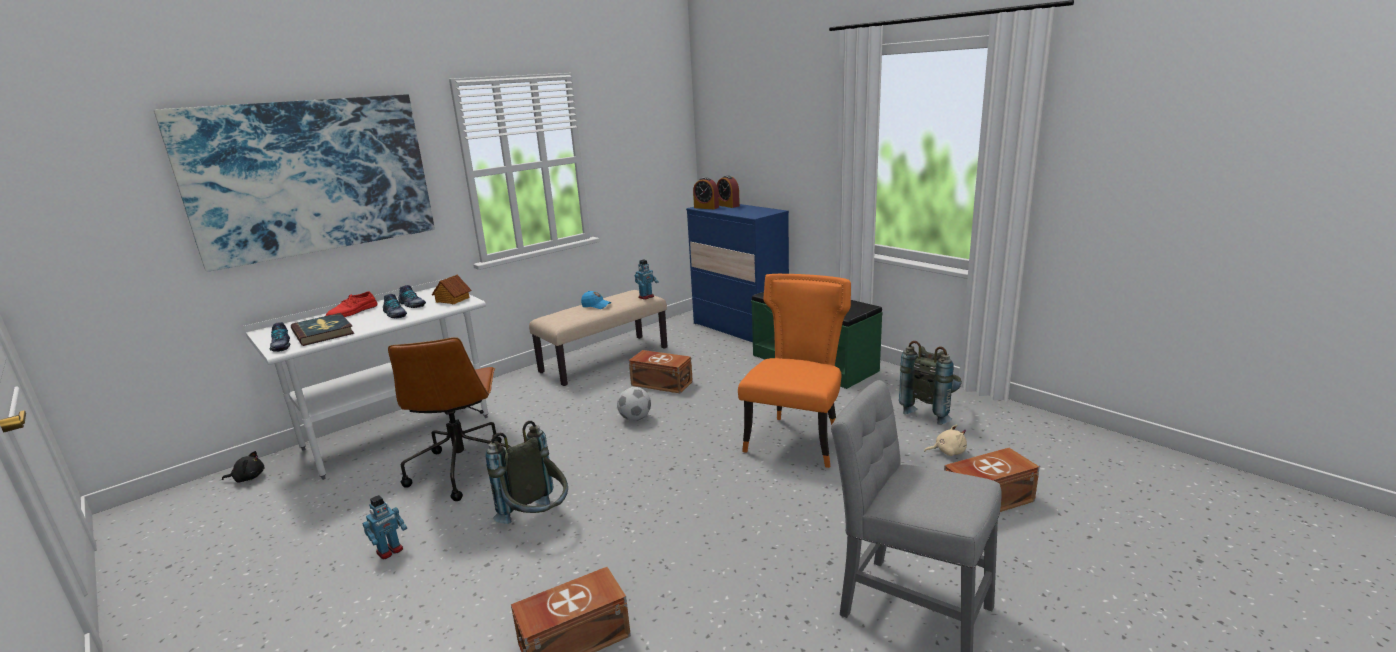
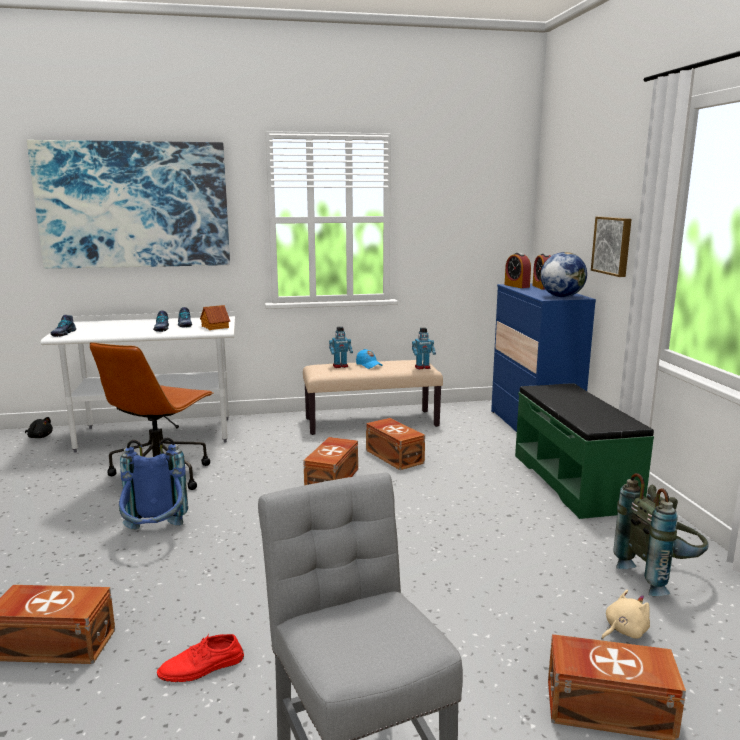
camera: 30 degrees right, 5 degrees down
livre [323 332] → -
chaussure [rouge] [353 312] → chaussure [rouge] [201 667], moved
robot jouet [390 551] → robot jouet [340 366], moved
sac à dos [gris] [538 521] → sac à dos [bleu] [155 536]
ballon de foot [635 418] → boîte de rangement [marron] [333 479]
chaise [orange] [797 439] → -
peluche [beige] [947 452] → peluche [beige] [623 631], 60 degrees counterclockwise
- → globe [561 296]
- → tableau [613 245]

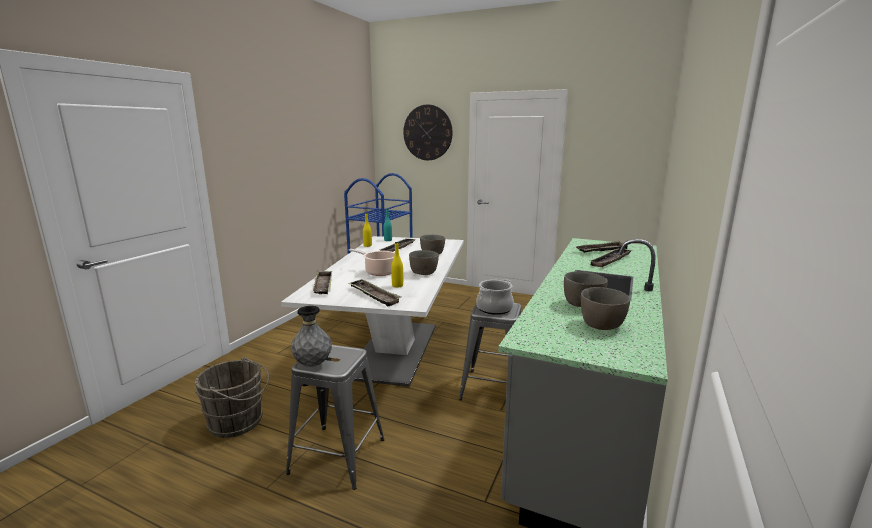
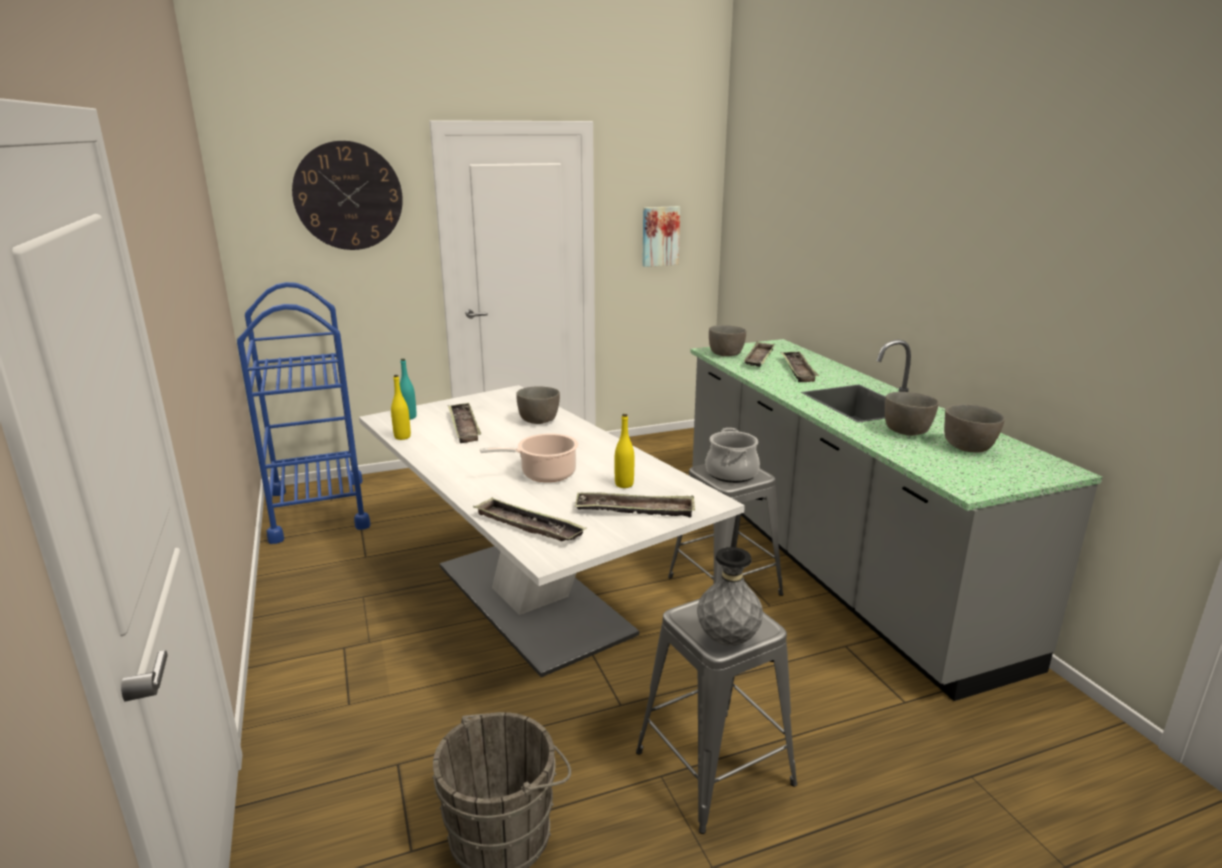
camera: 45 degrees left, 5 degrees up
bol [gris] [424 273] → bol [gris] [726 354], moved
- → tableau [660 236]

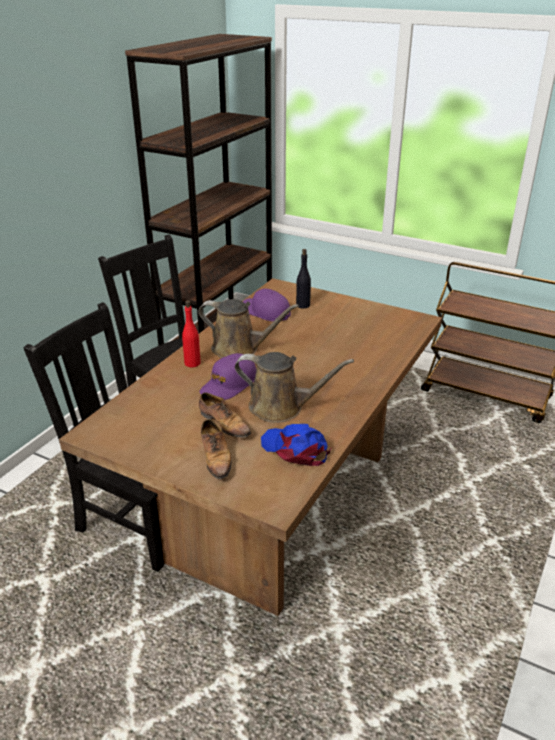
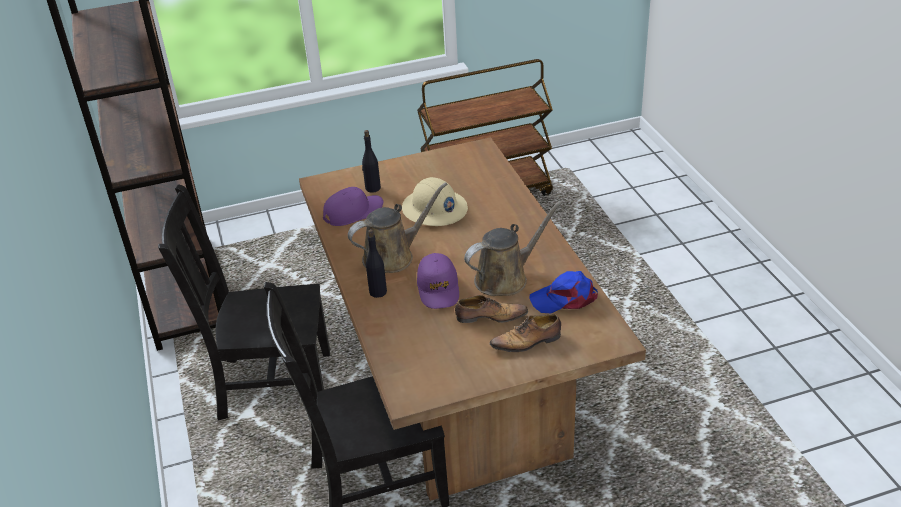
camera: 45 degrees left, 5 degrees up
bouteille [rouge] [192 363] → bouteille [noir] [378 292]
chaussure [216 457] → chaussure [527 342], 135 degrees clockwise
casquette [violet] [266 312] → casquette [violet] [353 212], 150 degrees clockwise
- → casque de chantier [beige] [434 209]

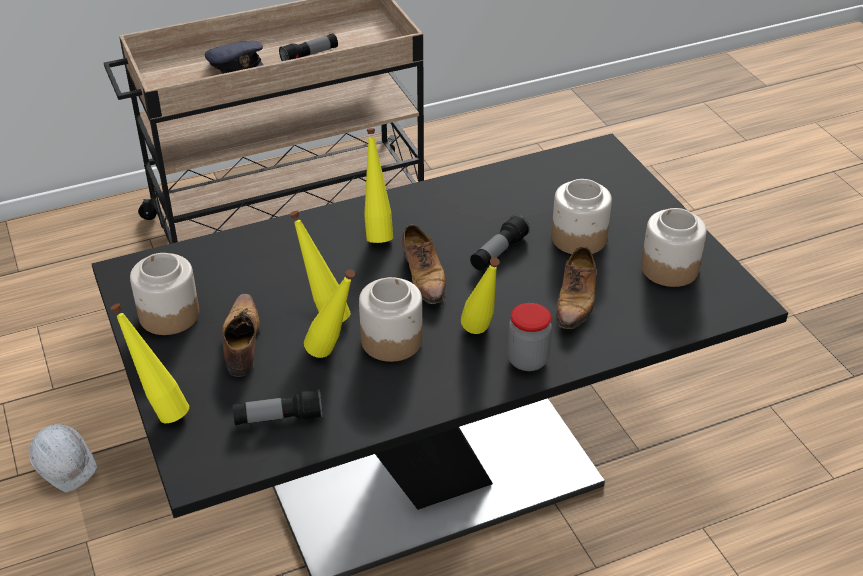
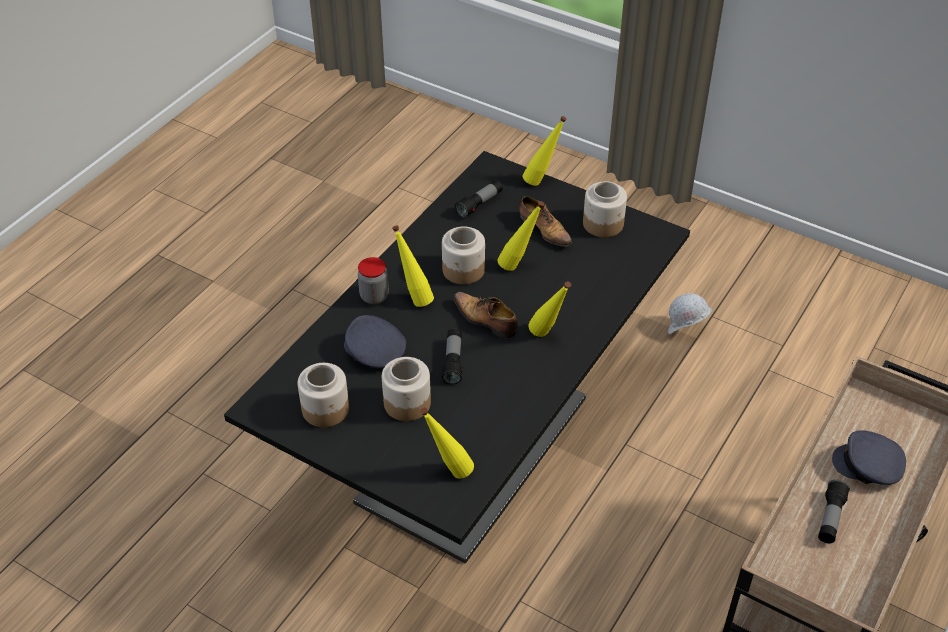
camera: 145 degrees right, 5 degrees up
bouteille [jaune] [333 355] → bouteille [jaune] [448 471], moved
chaussure [576 300] → casquette [gris] [373 351]

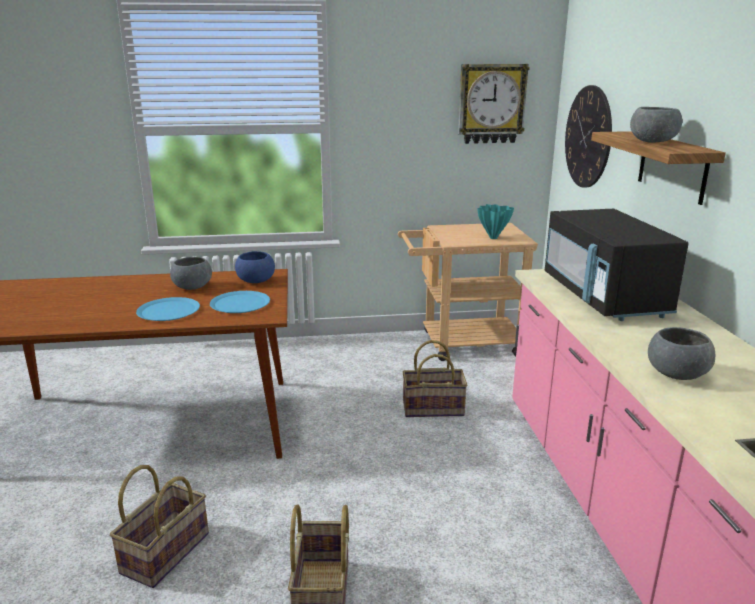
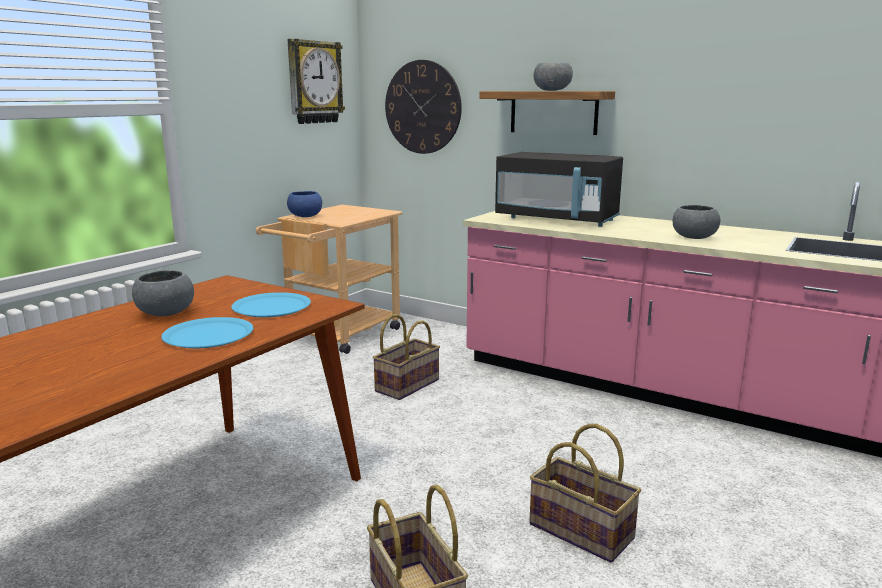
camera: 50 degrees left, 5 degrees down
bol [bleu] [255 281] → bol [bleu] [305 216], moved
vase [turquoise] [492 238] → -

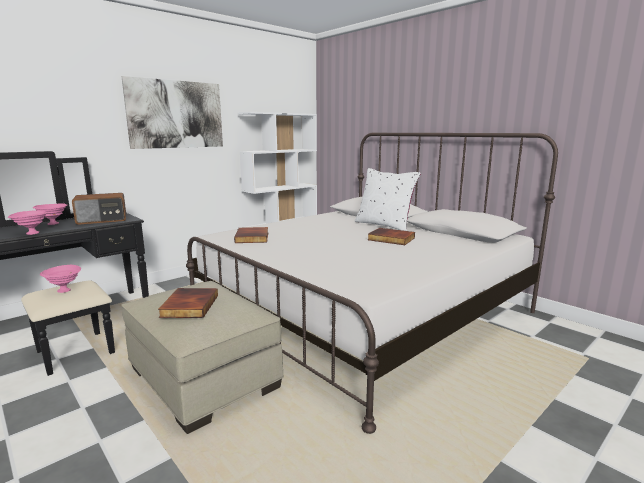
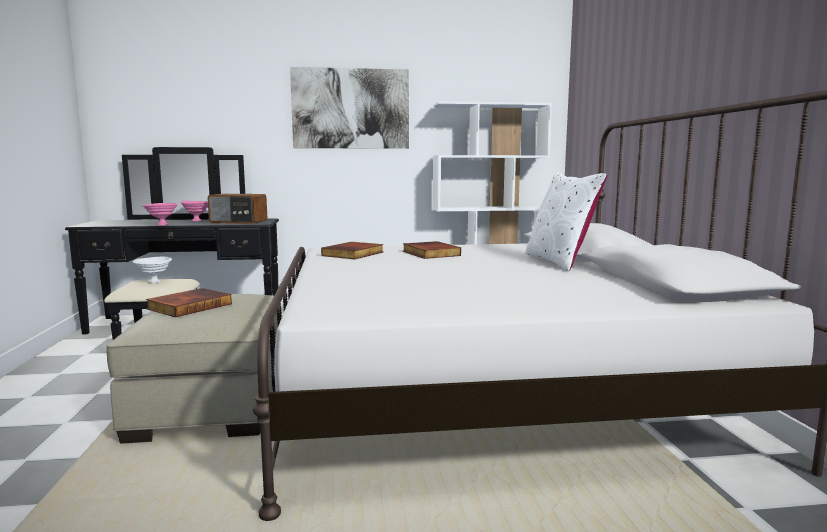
camera: 35 degrees right, 5 degrees down
bol [rose] [65 291] → bol [blanc] [155 282]
livre [390 239] → livre [430 253], moved

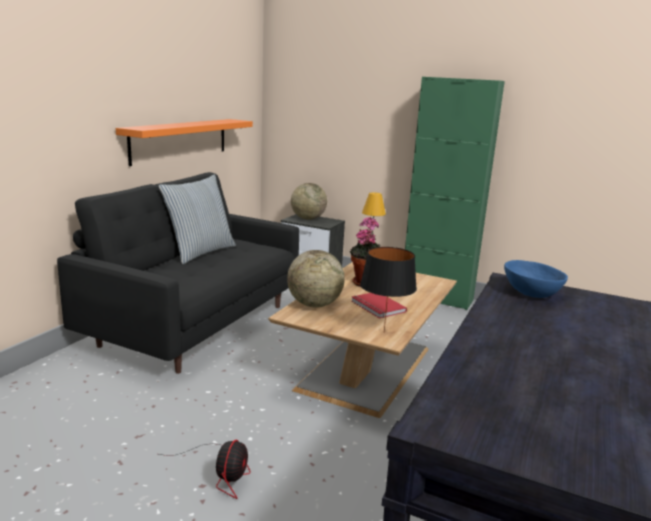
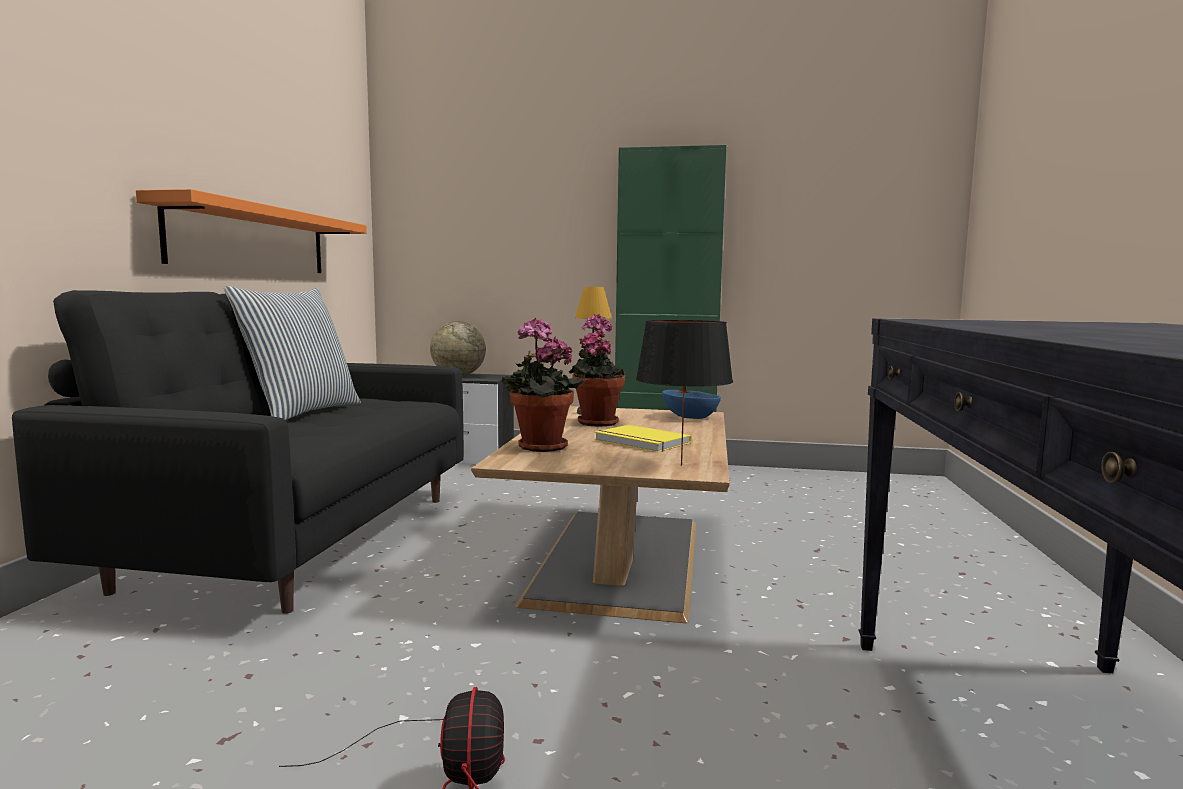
camera: 15 degrees left, 10 degrees down
globe [314 305] → plante en pot [539 448]
livre [rouge] [377 307] → livre [jaune] [641 442]
bol [bleu] [531 293] → bol [bleu] [690 417], moved

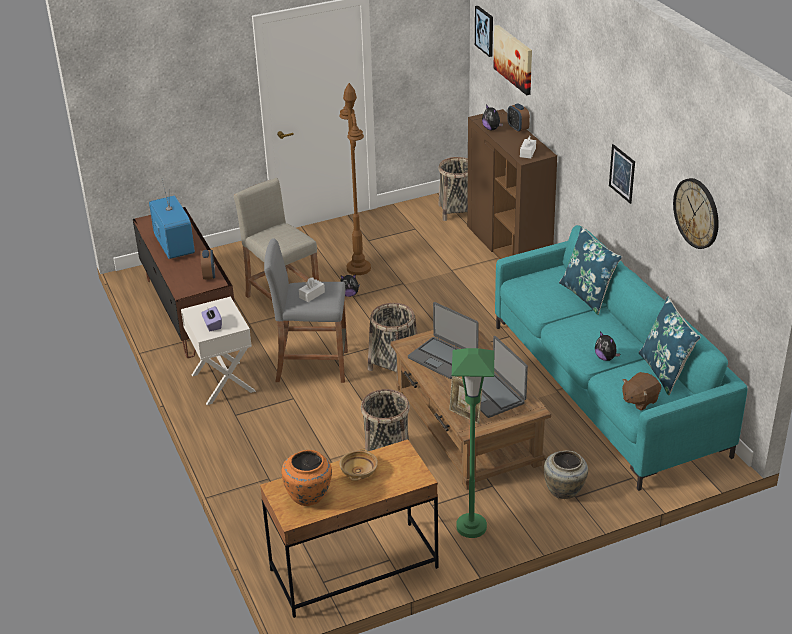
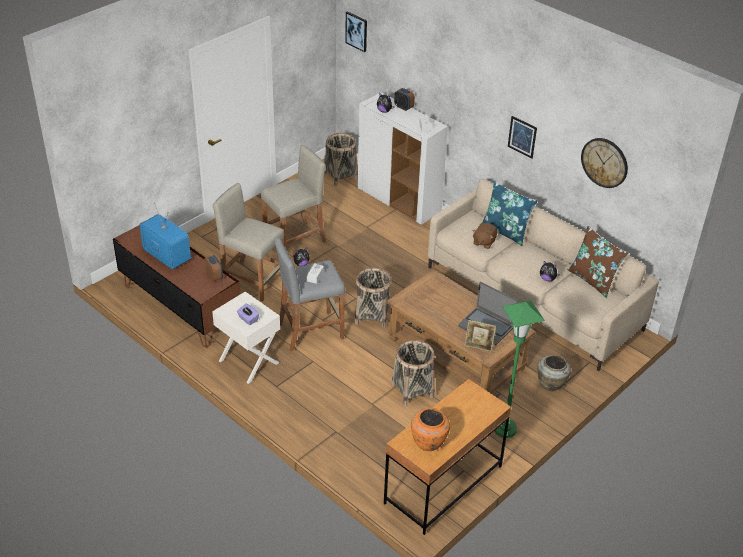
camera: 25 degrees left, 5 degrees up
lampadaire [marron] [359 268] → tabouret [beige] [295 240]
bol [beige] [359 472] → -
ordinateur portable [443 358] → -
meuble de rangement [marron] [509 250] → meuble de rangement [blanc] [399 201]
tableau [514 59] → -
canapé [turquoise] [606 388] → canapé [beige] [532 298]
peluche [marron] [639 400] → peluche [marron] [484 242], moved
coussin [bleu] [665 371] → coussin [marron] [593 280]

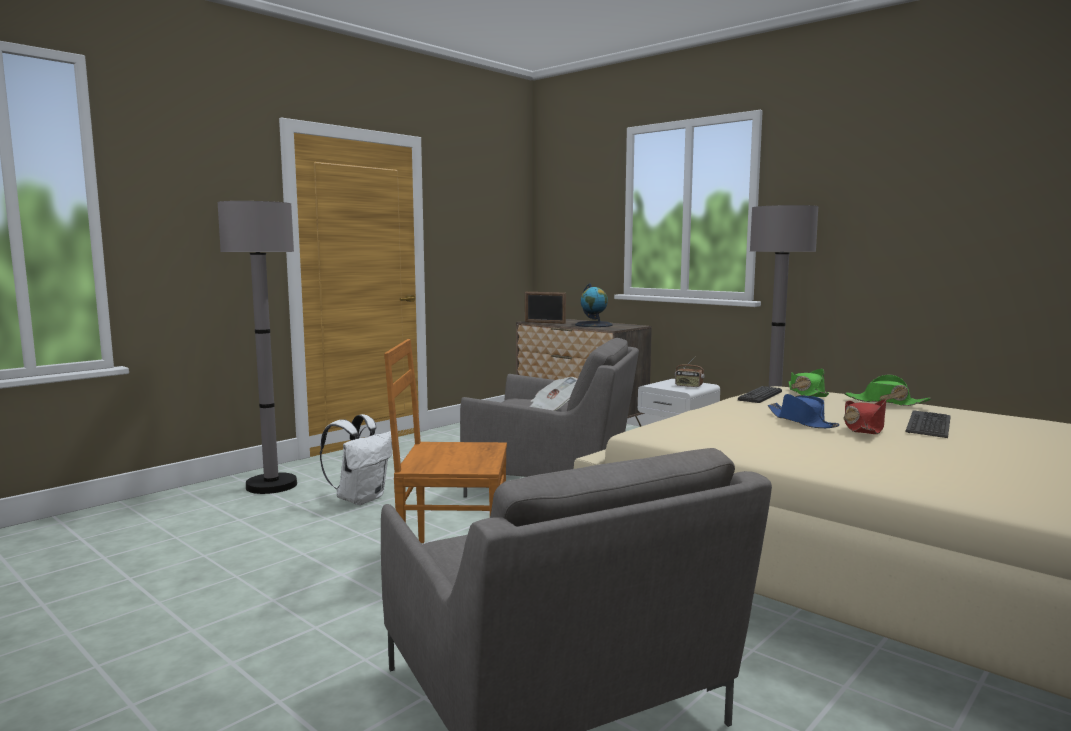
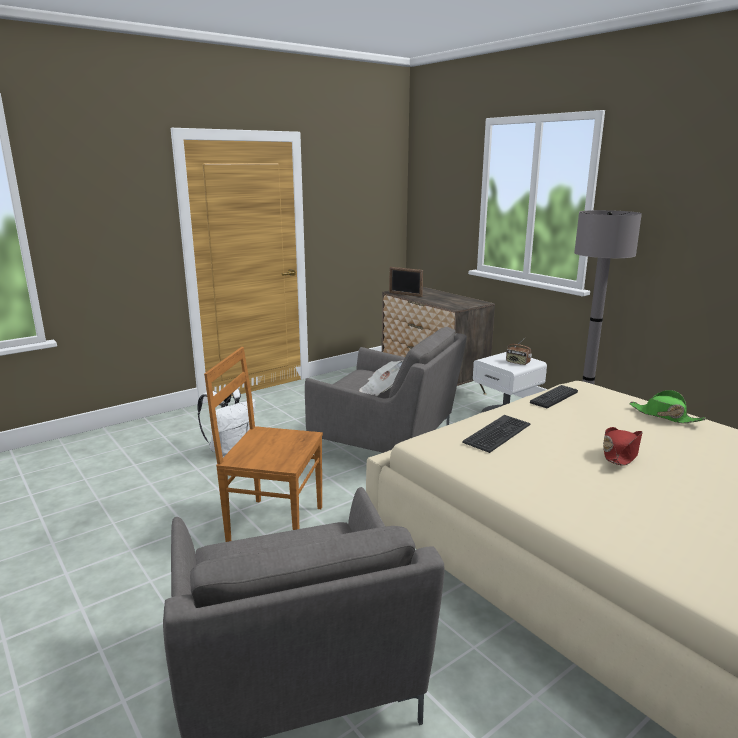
camera: 10 degrees right, 10 degrees up
lampadaire [gris] [271 485] → -
globe [594 325] → -
chapeau [bleu] [802 421] → -
chapeau [vert] [806 393] → -
clavier [930 425] → clavier [498 434], moved

